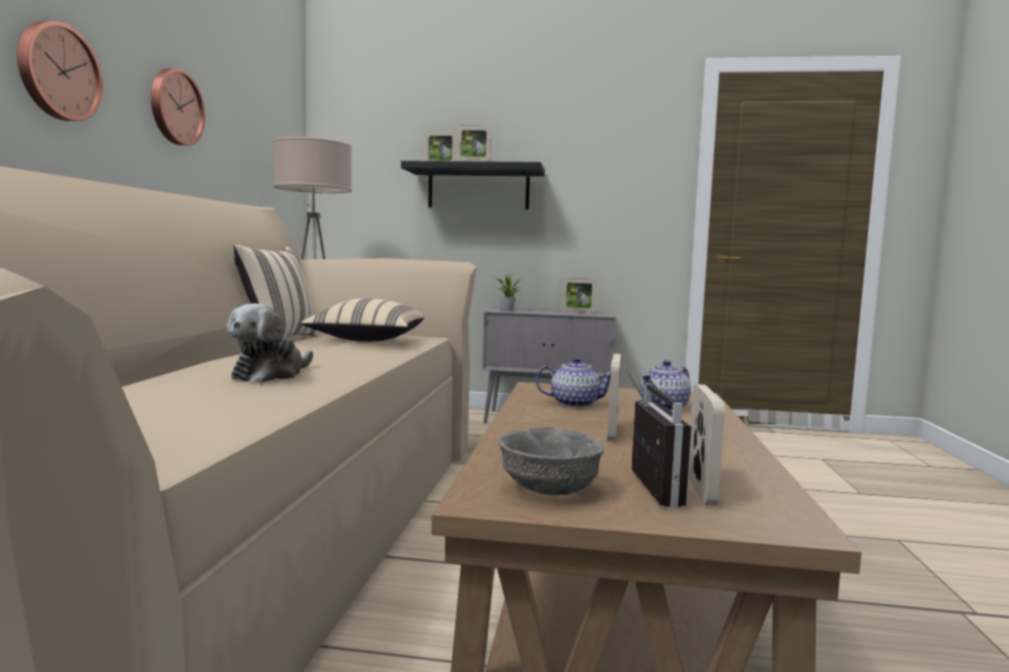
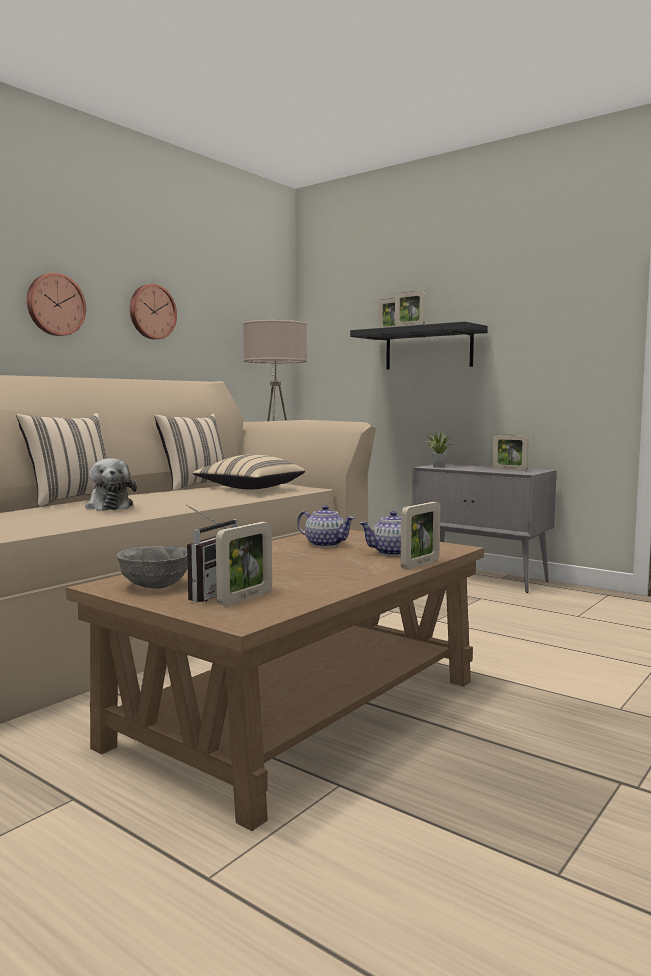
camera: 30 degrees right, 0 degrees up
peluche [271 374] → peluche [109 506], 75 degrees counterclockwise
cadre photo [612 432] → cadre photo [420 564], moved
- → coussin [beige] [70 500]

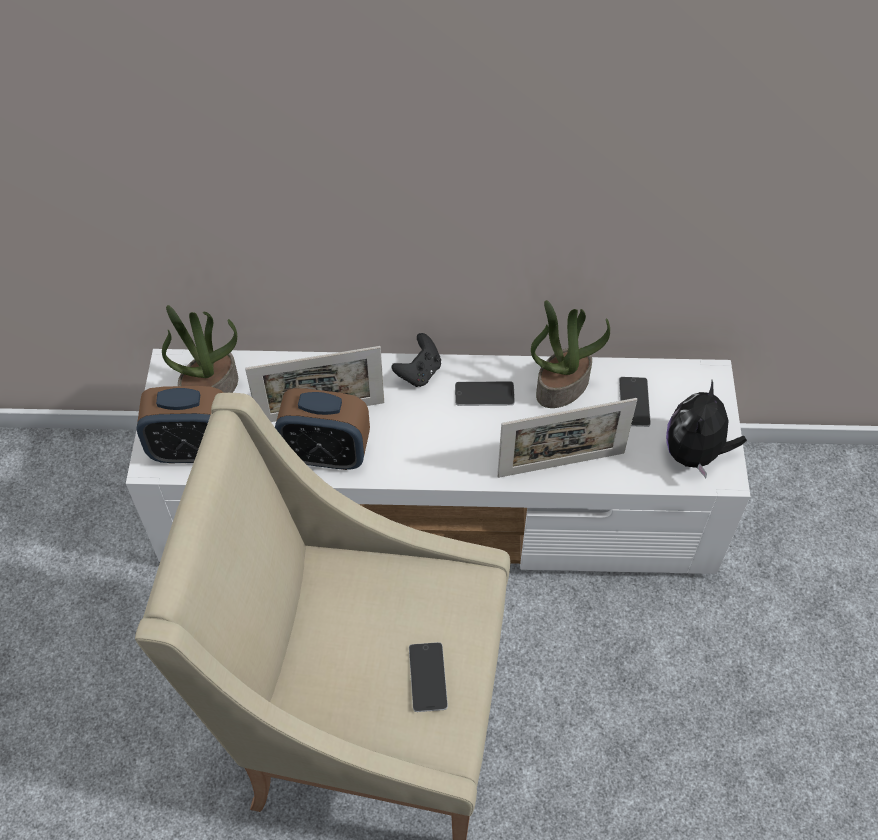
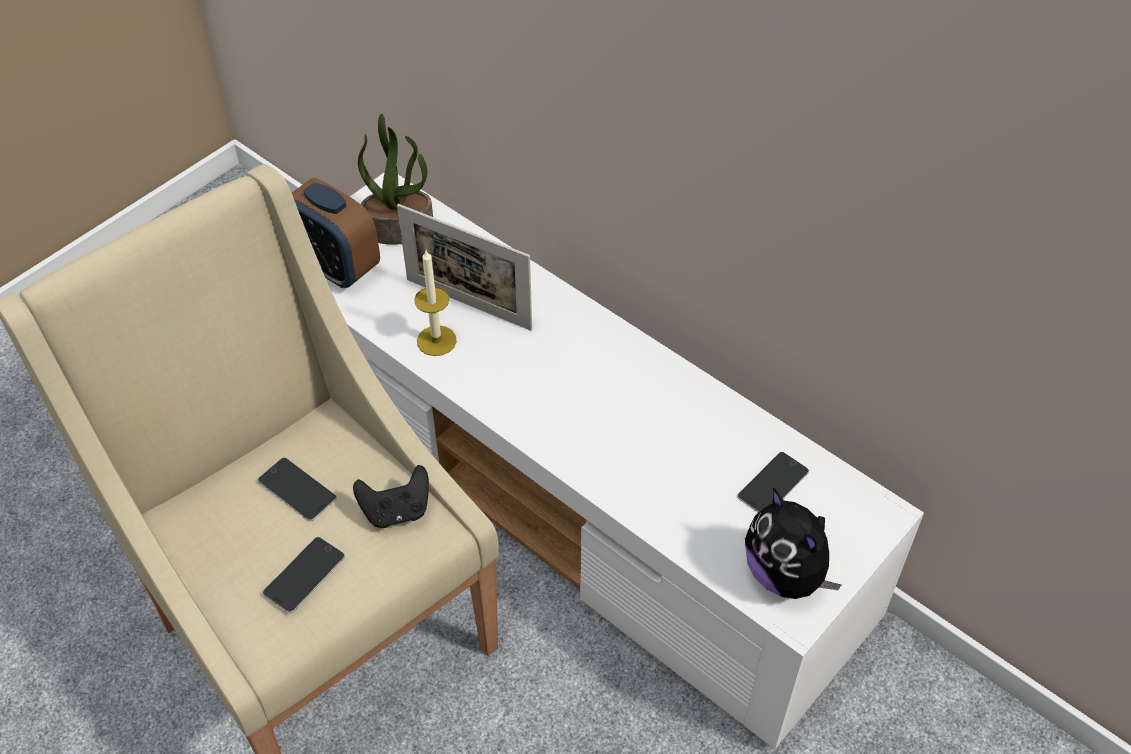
camera: 40 degrees right, 5 degrees down
réveil [326 454] → bougie [436 340]
manette [noir] [419 372] → manette [noir] [396 511], moved
téléphone [484 394] → téléphone [297 489], moved
cadre photo [561 464] → -
plante en pot [562 385] → -
peluche [695 453] → peluche [786 574], 90 degrees counterclockwise

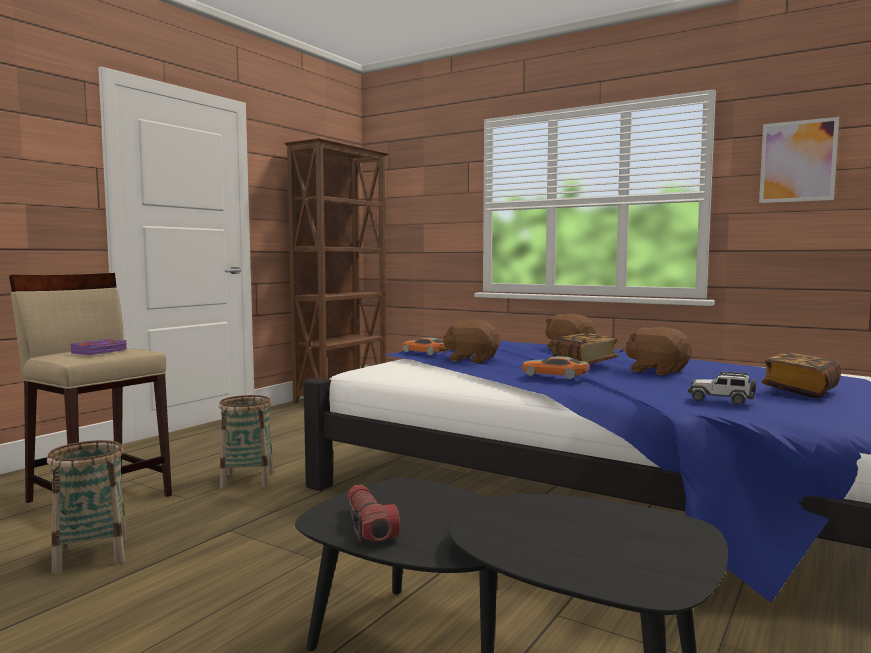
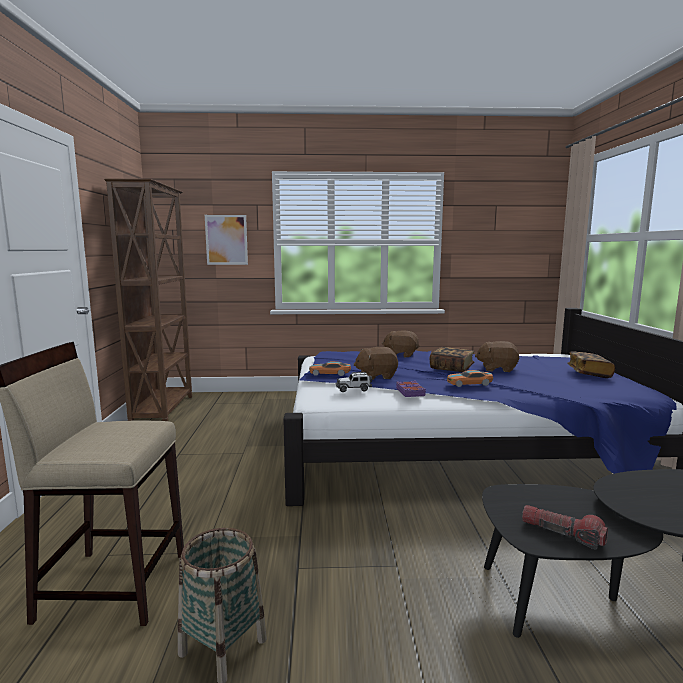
camera: 35 degrees left, 5 degrees up
livre [violet] [100 352] → livre [violet] [411 392], moved
panier [247 480] → -
petite voiture [720 400] → petite voiture [353 389], moved
tableau [797 161] → tableau [226 240], moved

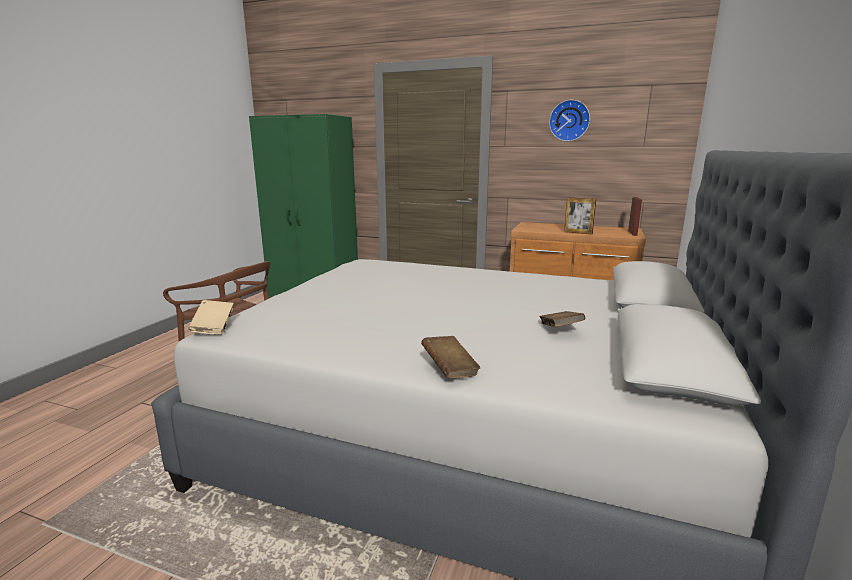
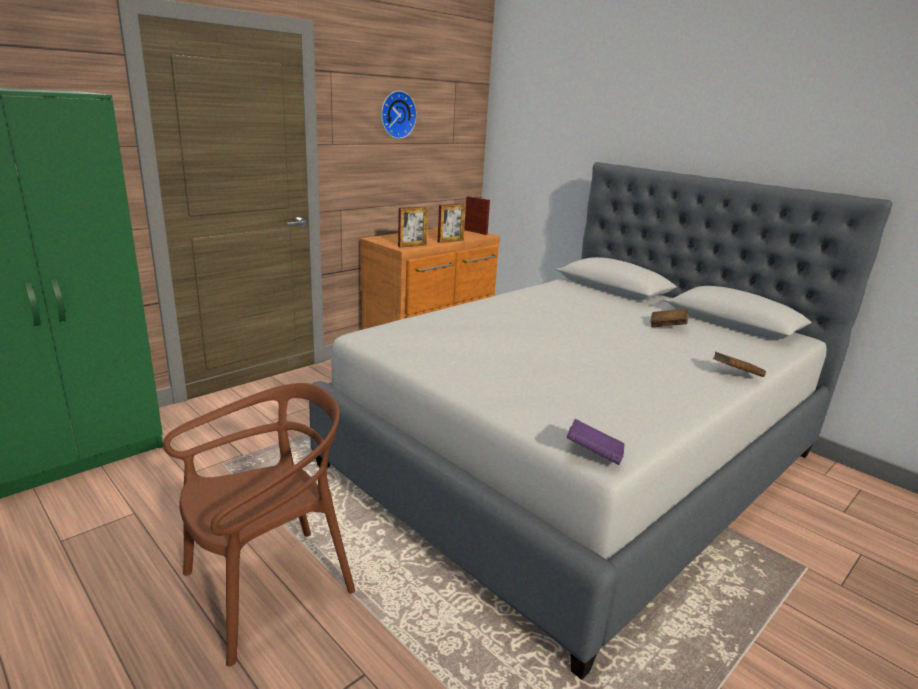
camera: 65 degrees left, 5 degrees up
livre [beige] [213 328] → livre [violet] [593 455]
- → cadre photo [412 245]

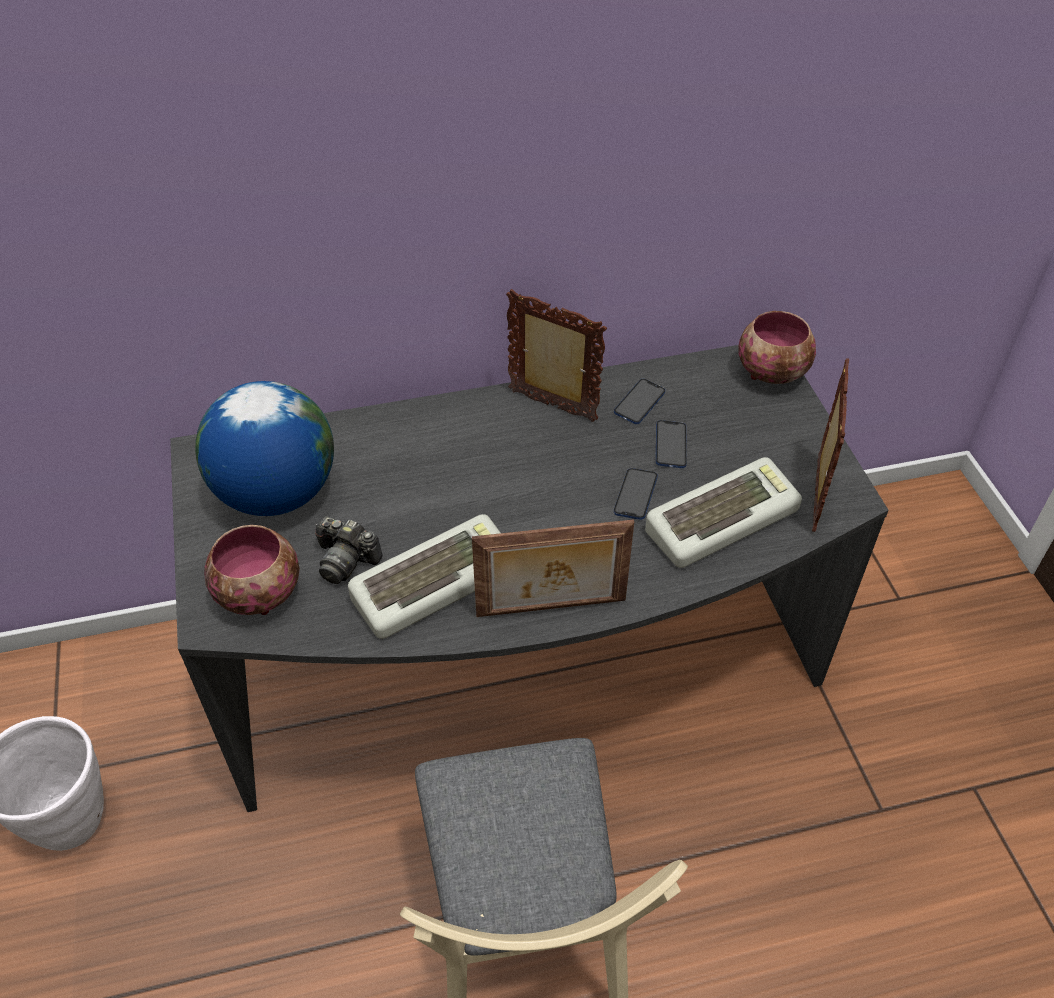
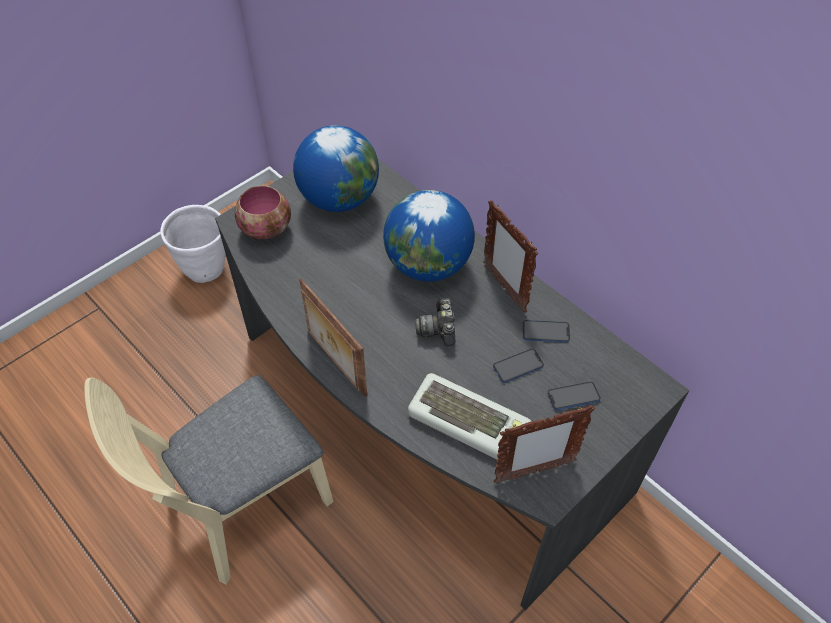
camera: 60 degrees right, 5 degrees up
appareil photo [346 560] → appareil photo [438 329], moved
clavier [434 581] → -
cadre photo [553 407] → cadre photo [504 288], 150 degrees clockwise
téléphone [635 495] → téléphone [573 396], moved
bol [773 374] → -
- → globe [428 265]

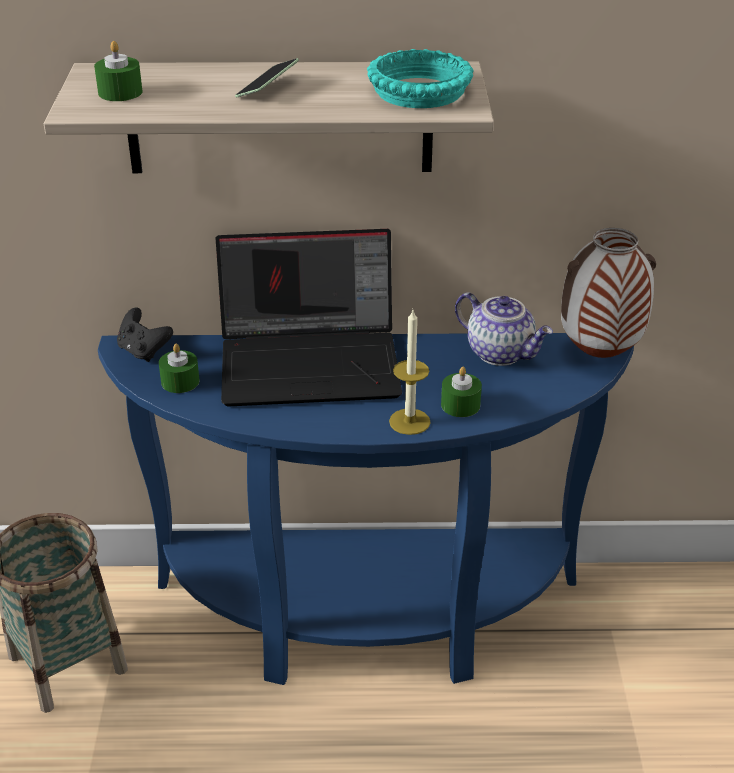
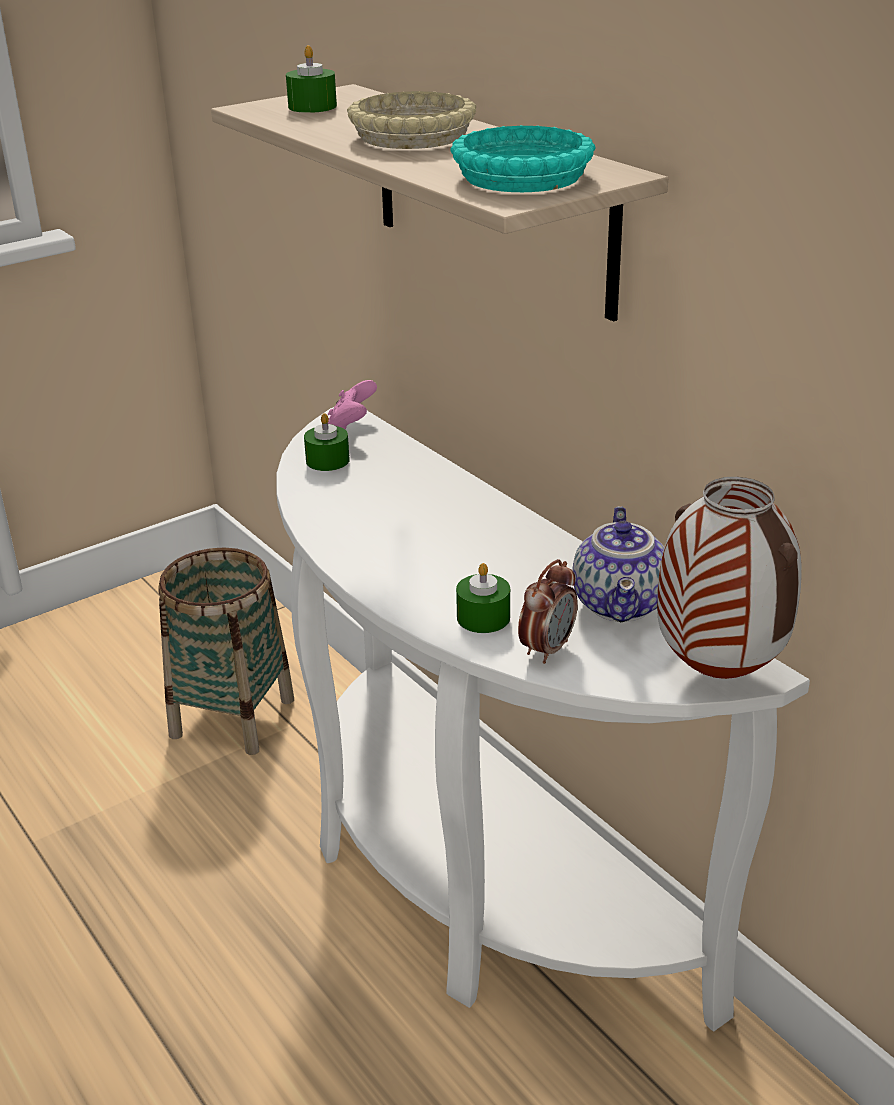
camera: 55 degrees right, 5 degrees down
table console [bleu] [366 620] → table console [blanc] [468 876]
manette [noir] [144 351] → manette [rose] [352 426]
ordinateur portable [312 361] → -
téléphone [267 88] → bol [beige] [414 135]
bougie [409 421] → -
- → réveil [547 649]

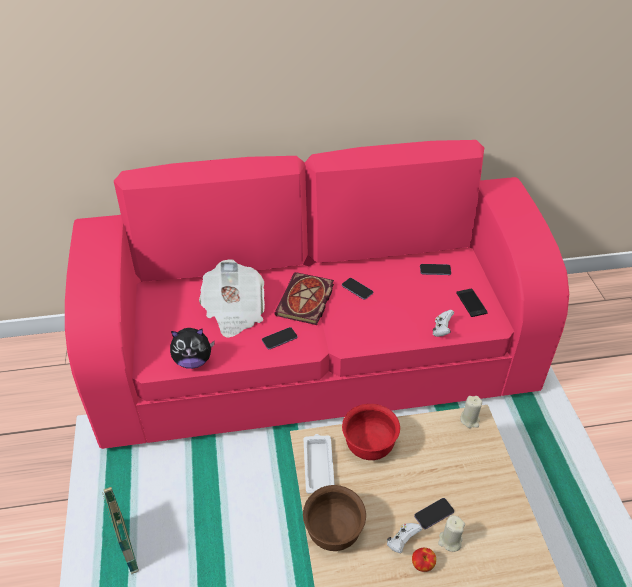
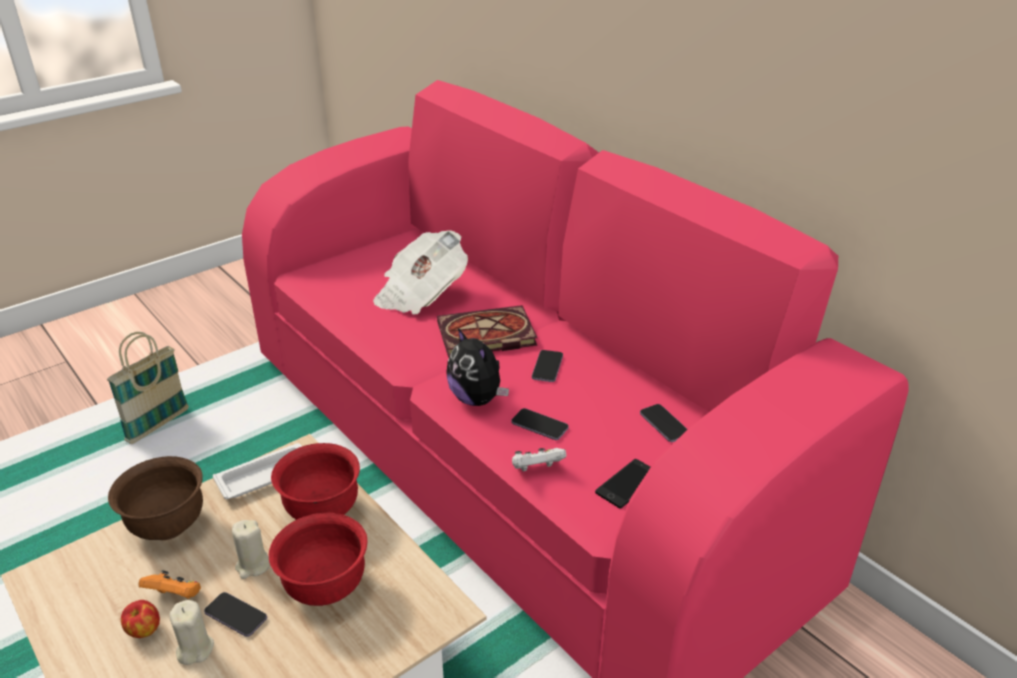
camera: 60 degrees right, 10 degrees down
peluche [193 361] → peluche [477 399], moved
téléphone [279 339] → téléphone [539 426], moved
manette [blanc] [402 542] → manette [orange] [175 596]
bougie [beige] [470 420] → bougie [beige] [253 565], moved
- → bol [rouge] [325 587]

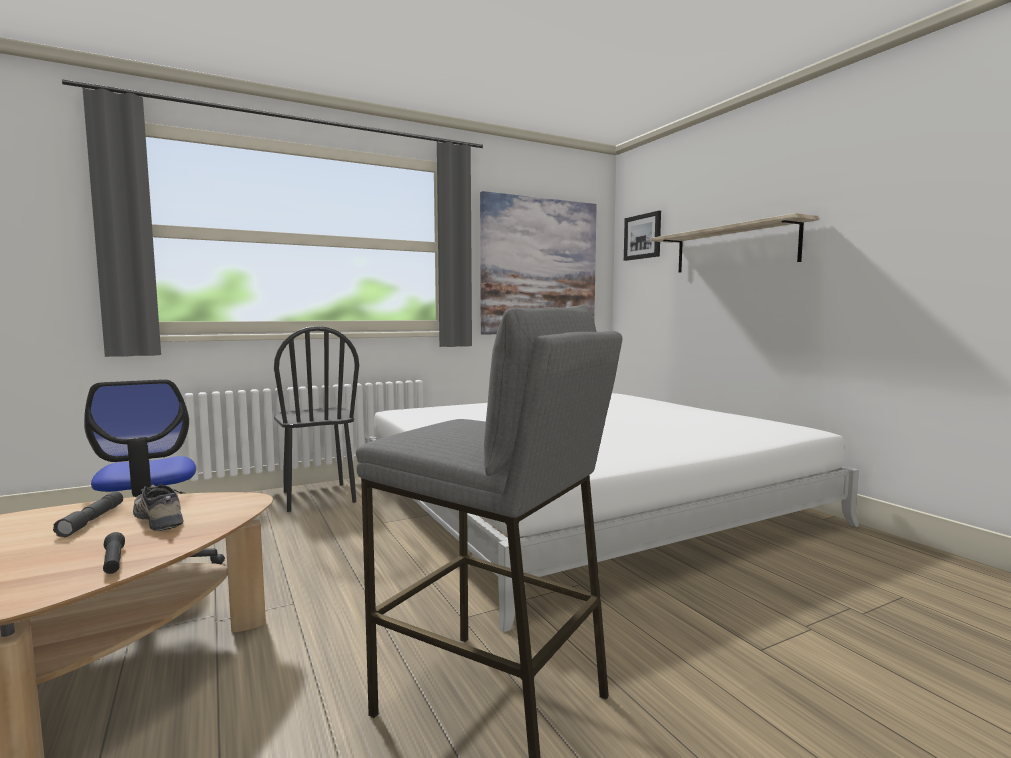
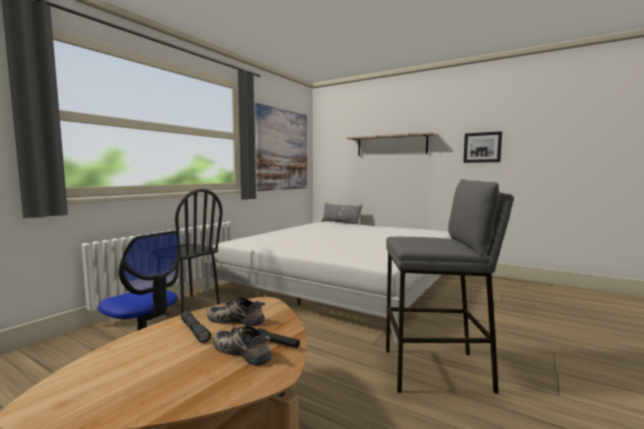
camera: 30 degrees left, 0 degrees up
tableau [643 236] → tableau [482 147], moved
- → chaussure [243 351]
- → coussin [gris] [341 223]

